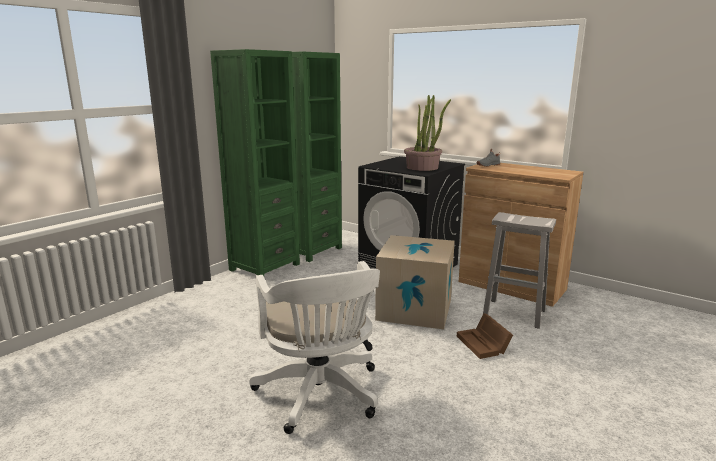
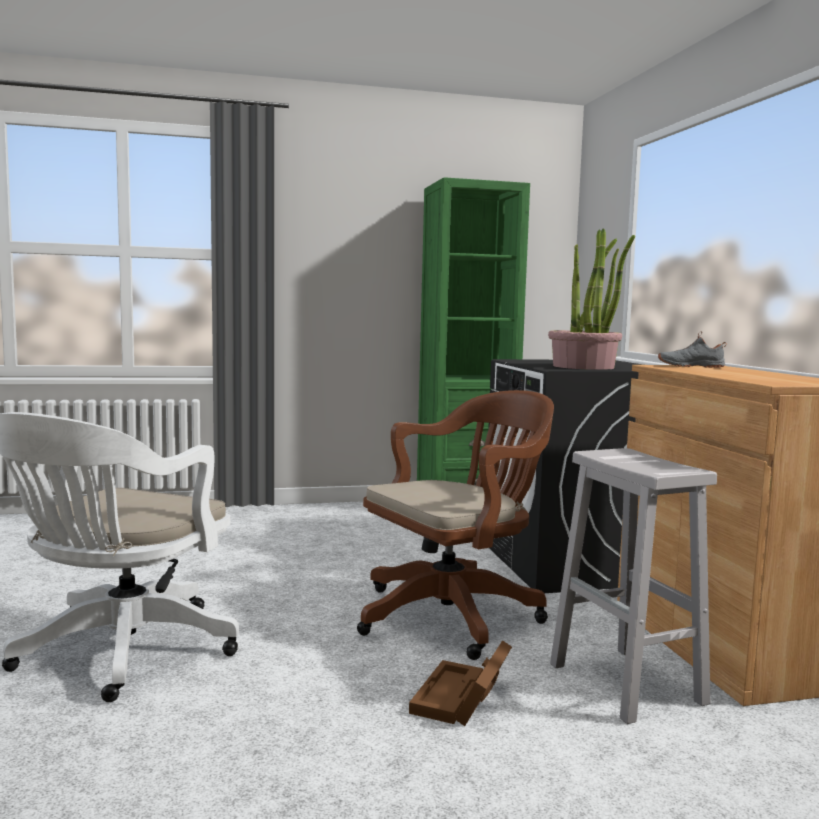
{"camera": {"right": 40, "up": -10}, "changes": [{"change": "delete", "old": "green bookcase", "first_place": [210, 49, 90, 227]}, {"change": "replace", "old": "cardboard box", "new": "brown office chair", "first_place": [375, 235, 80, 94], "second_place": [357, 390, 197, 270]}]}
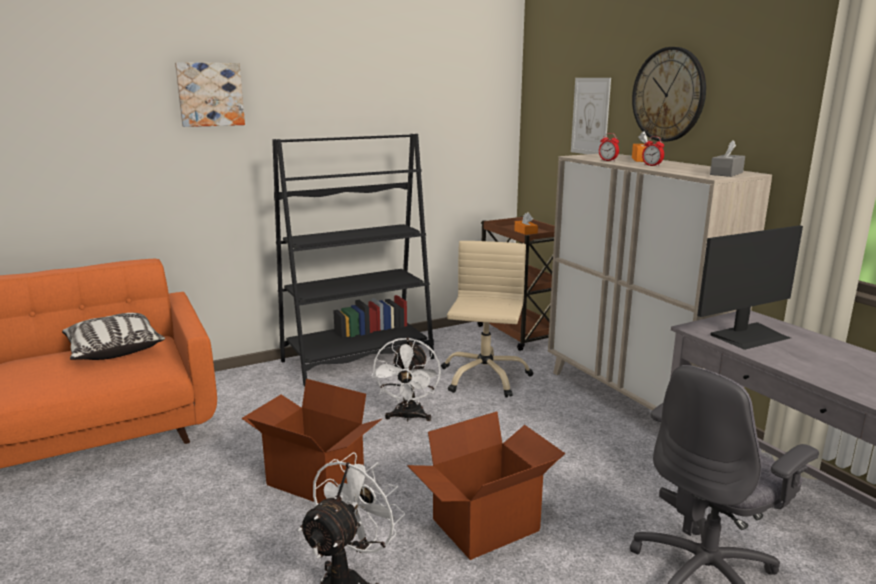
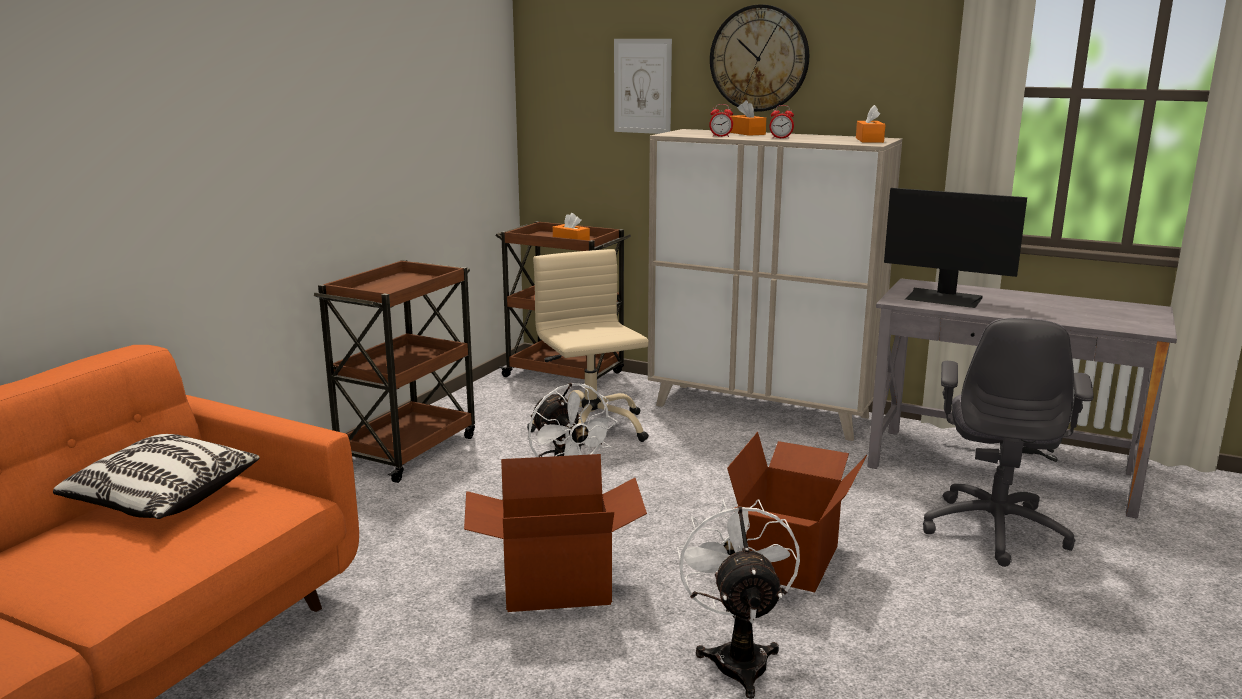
{"camera": {"right": -35, "up": 0}, "changes": [{"change": "delete", "old": "picture", "first_place": [175, 62, 70, 65]}, {"change": "replace", "old": "black bookcase", "new": "brown cart", "first_place": [272, 134, 162, 252], "second_place": [314, 260, 161, 223]}, {"change": "recolor", "old": "grey tissue box", "new": "orange tissue box", "first_place": [710, 140, 35, 37], "second_place": [856, 105, 29, 38]}, {"change": "rotate", "old": "monitor", "first_place": [697, 225, 106, 125], "second_place": [884, 188, 143, 120], "degrees": 90}]}
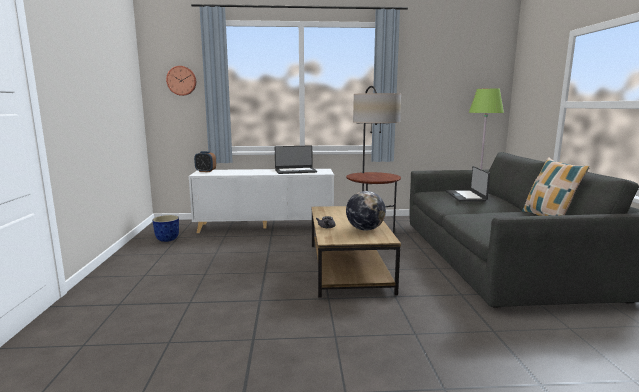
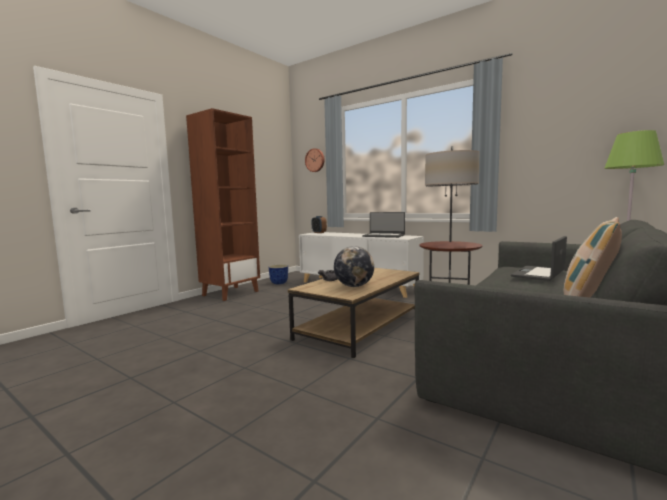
{"camera": {"right": 40, "up": -5}, "changes": [{"change": "insert", "new": "brown bookcase", "second_place": [186, 108, 74, 193]}]}
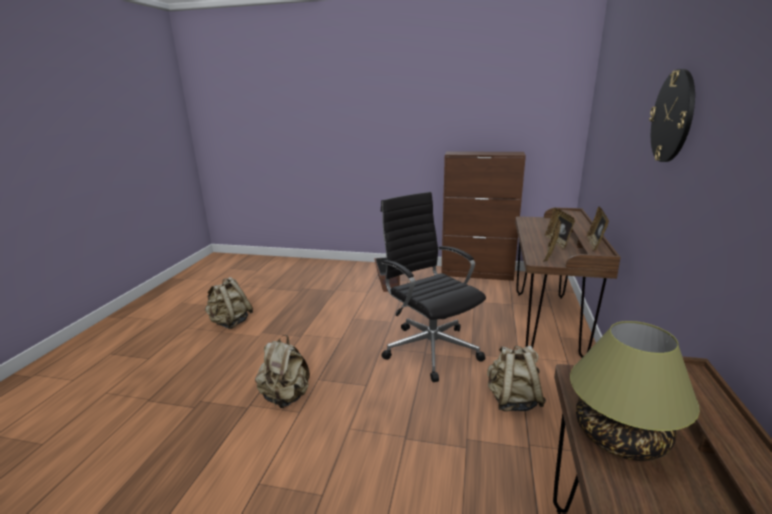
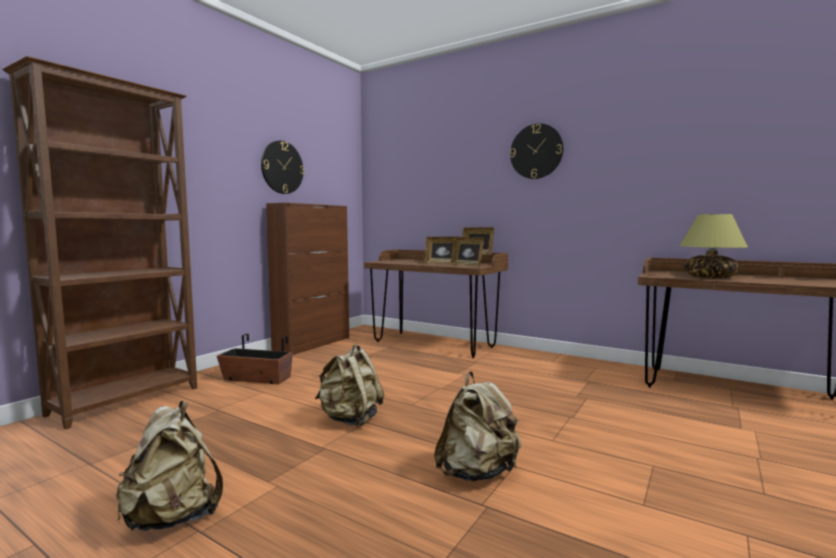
{"camera": {"right": -70, "up": -15}, "changes": [{"change": "delete", "old": "black office chair", "first_place": [381, 192, 105, 190]}, {"change": "insert", "new": "brown bookcase", "second_place": [2, 56, 195, 373]}, {"change": "insert", "new": "wall clock", "second_place": [261, 141, 43, 53]}, {"change": "move", "old": "beige backpack", "first_place": [487, 346, 59, 66], "second_place": [315, 344, 69, 83]}]}
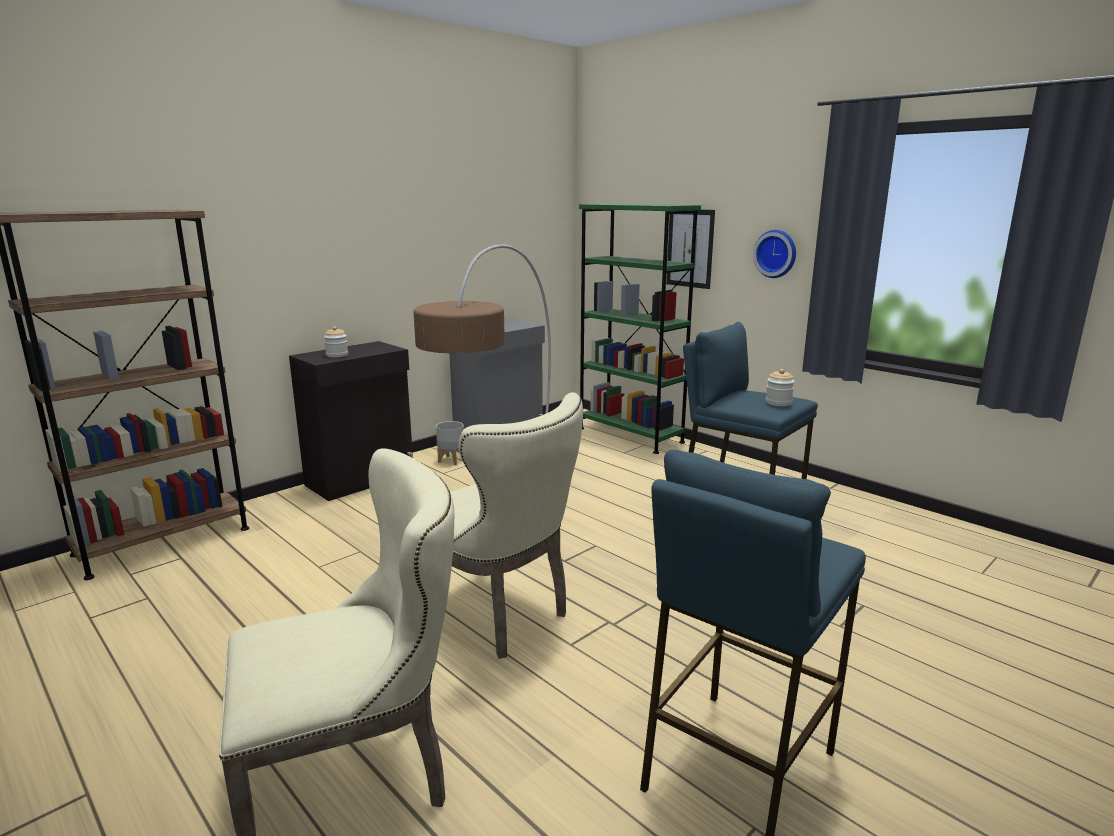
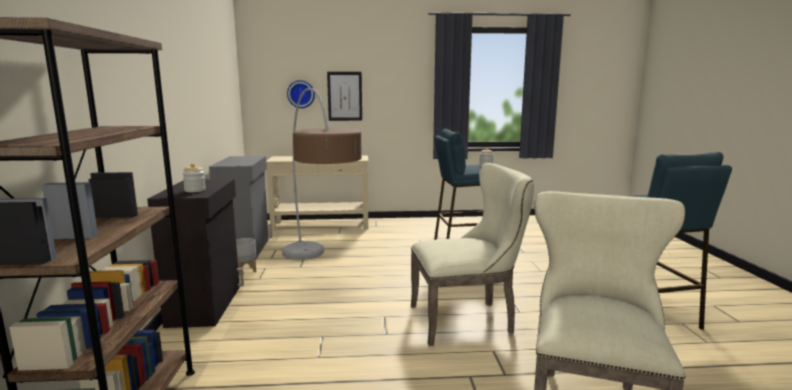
{"camera": {"right": -50, "up": -5}, "changes": [{"change": "move", "old": "wall clock", "first_place": [753, 230, 43, 48], "second_place": [287, 80, 28, 28]}, {"change": "replace", "old": "green bookcase", "new": "beige console table", "first_place": [579, 204, 122, 250], "second_place": [266, 155, 102, 76]}]}
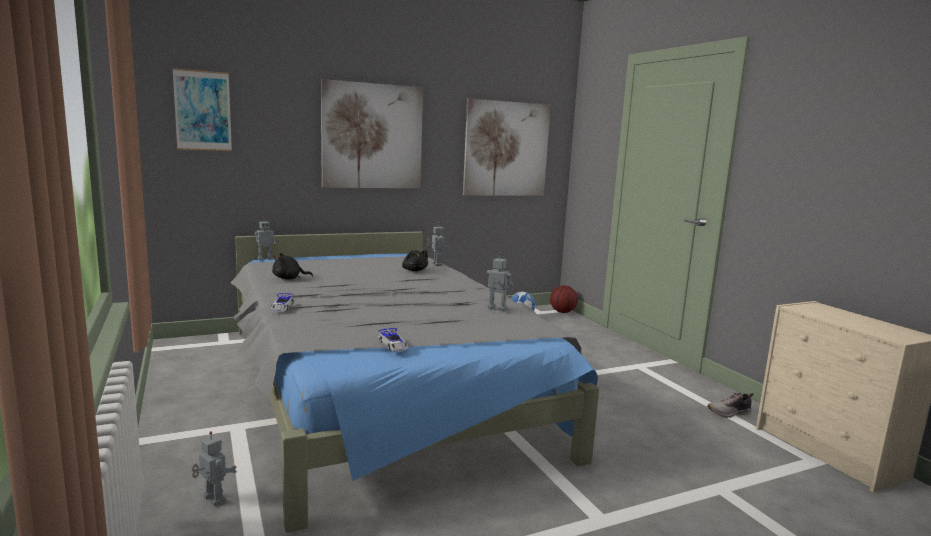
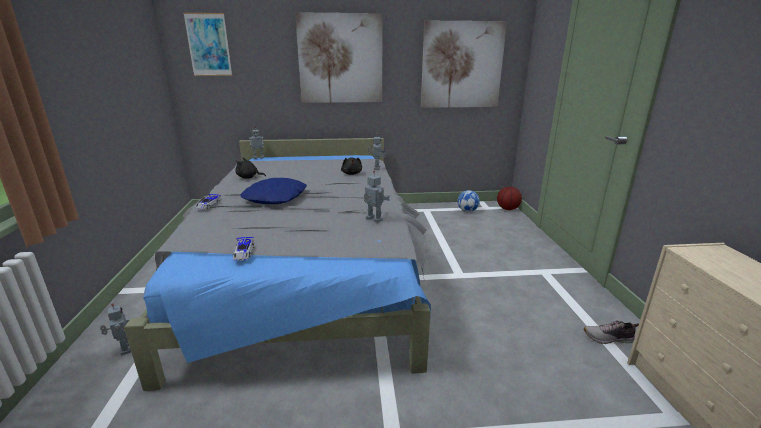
{"camera": {"right": 20, "up": 10}, "changes": [{"change": "insert", "new": "blue pillow", "second_place": [241, 178, 66, 26]}]}
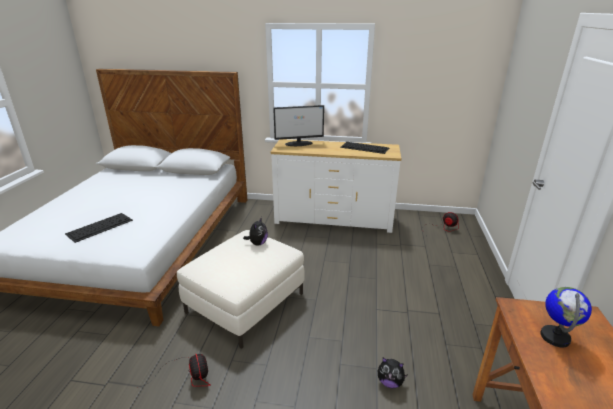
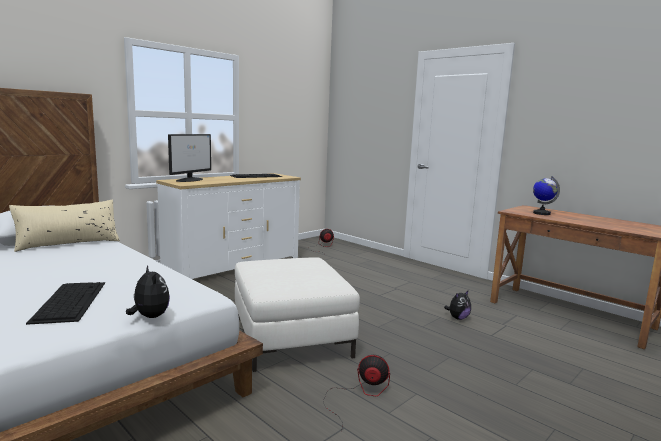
{"camera": {"right": -55, "up": -15}, "changes": [{"change": "insert", "new": "beige pillow", "second_place": [9, 200, 111, 52]}, {"change": "move", "old": "plush toy", "first_place": [243, 217, 25, 29], "second_place": [126, 265, 44, 53]}]}
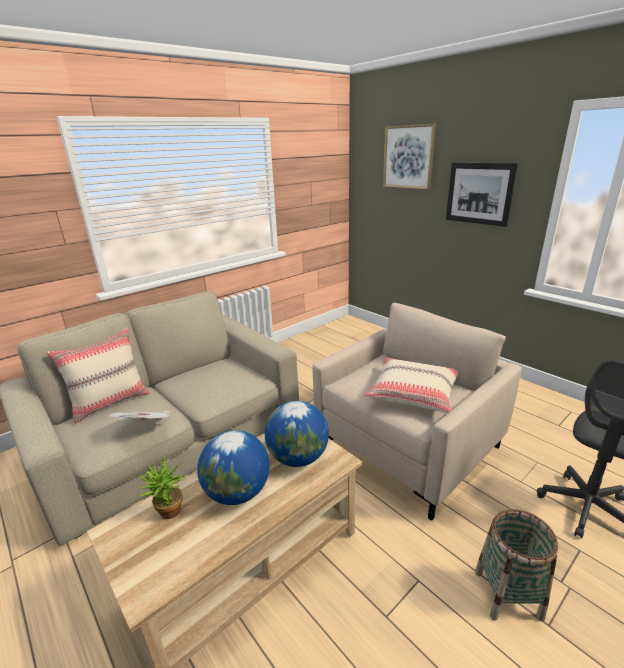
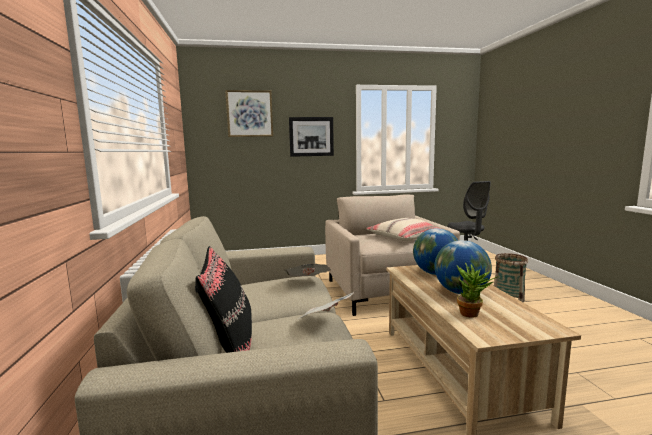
{"camera": {"right": -60, "up": -15}, "changes": [{"change": "insert", "new": "newspaper", "second_place": [284, 264, 47, 12]}, {"change": "recolor", "old": "beige pillow", "new": "black pillow", "first_place": [47, 328, 103, 96], "second_place": [195, 246, 57, 107]}]}
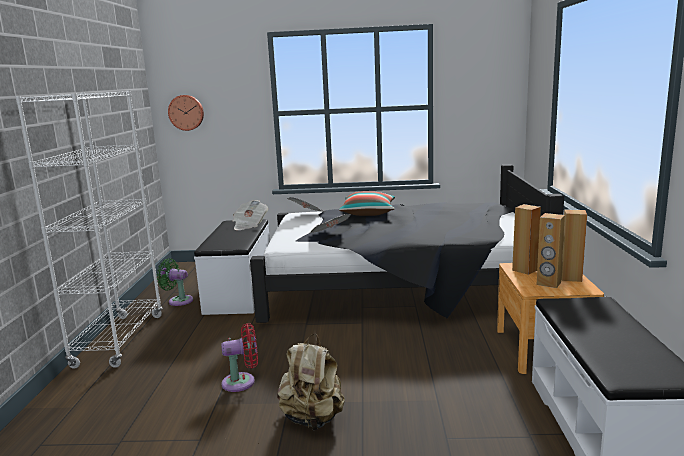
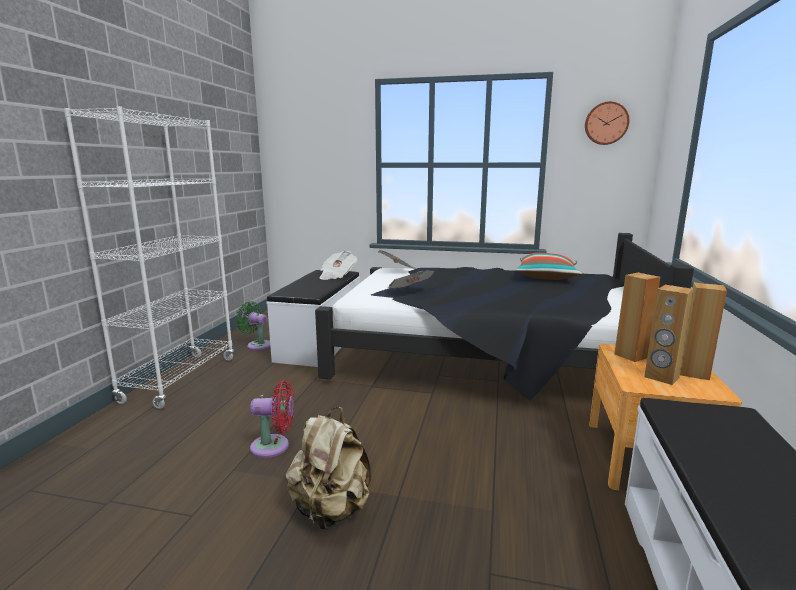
{"camera": {"right": 10, "up": 0}, "changes": [{"change": "move", "old": "wall clock", "first_place": [168, 95, 36, 36], "second_place": [585, 101, 44, 44]}, {"change": "move", "old": "pillow", "first_place": [339, 191, 56, 25], "second_place": [516, 253, 66, 27]}]}
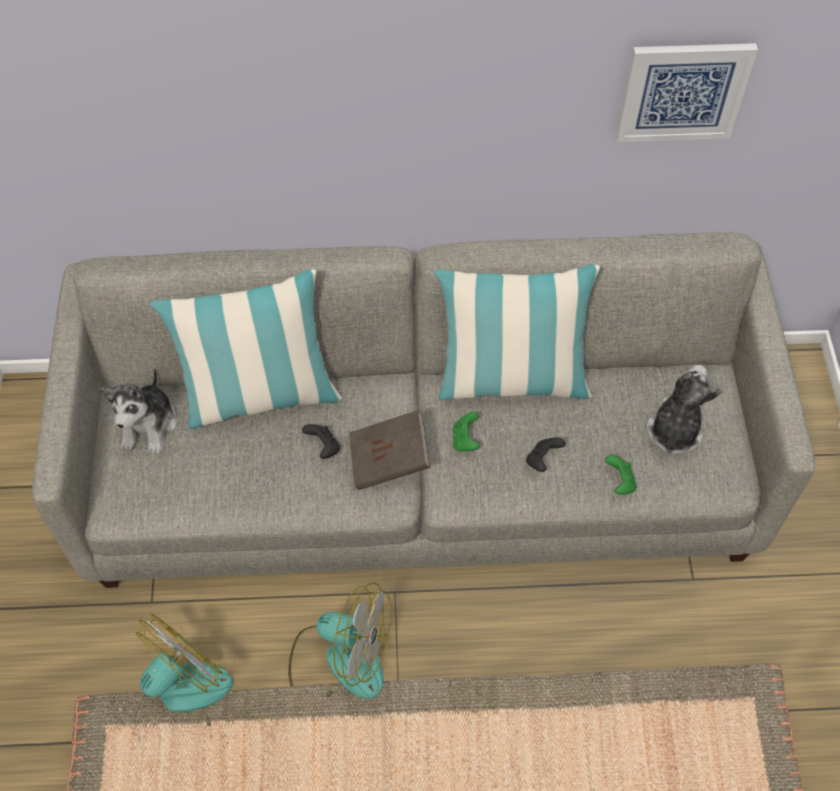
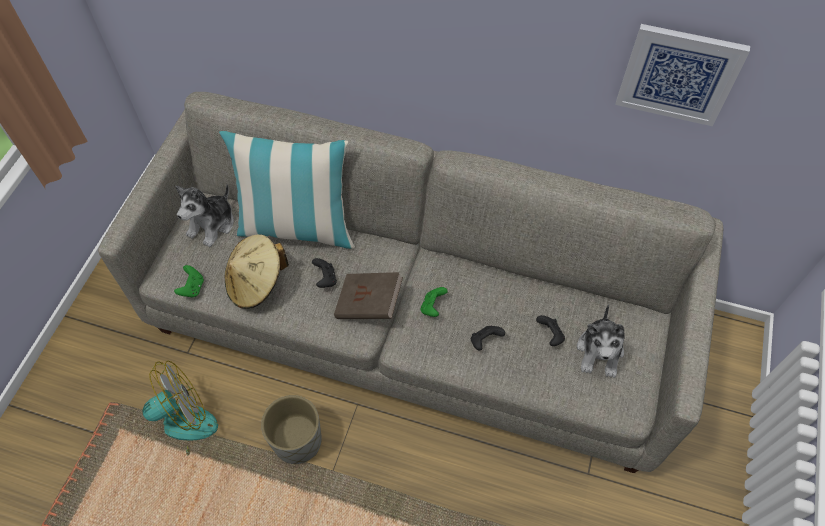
{"camera": {"right": 20, "up": 0}, "changes": [{"change": "delete", "old": "pillow", "first_place": [434, 265, 166, 135]}, {"change": "insert", "new": "beige hat", "second_place": [225, 234, 64, 75]}, {"change": "insert", "new": "black game controller", "second_place": [536, 315, 29, 31]}, {"change": "move", "old": "green game controller", "first_place": [605, 455, 32, 40], "second_place": [174, 265, 30, 32]}, {"change": "replace", "old": "fan", "new": "grey planter", "first_place": [288, 582, 104, 117], "second_place": [261, 395, 61, 69]}, {"change": "rotate", "old": "plush toy", "first_place": [647, 365, 75, 91], "second_place": [577, 304, 47, 74], "degrees": 150}]}
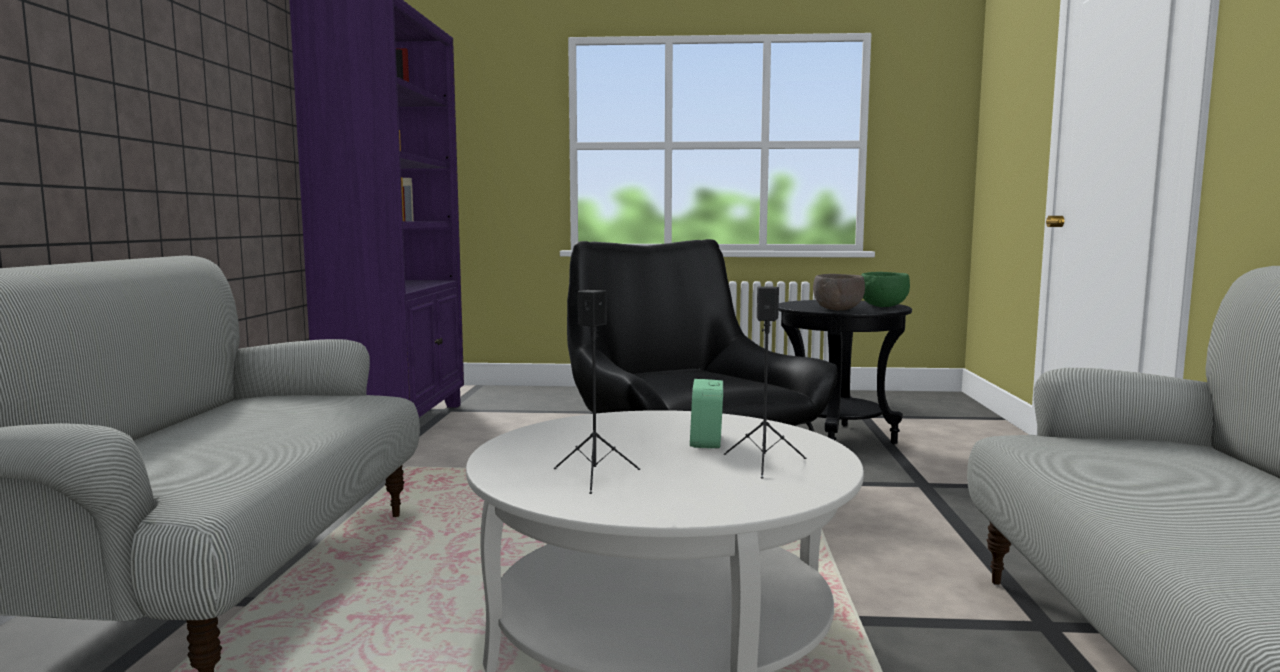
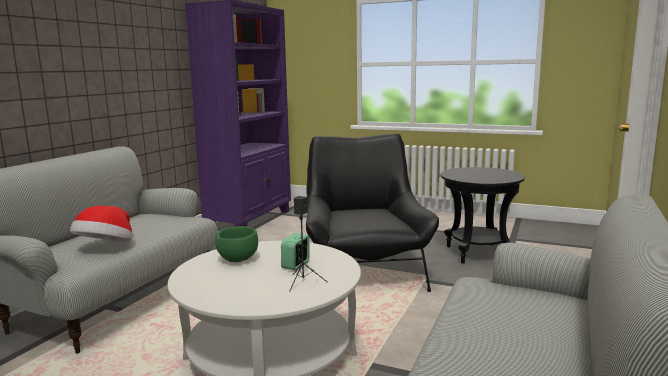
{"camera": {"right": 20, "up": 5}, "changes": [{"change": "delete", "old": "black speaker", "first_place": [554, 290, 86, 204]}, {"change": "delete", "old": "brown bowl", "first_place": [813, 274, 52, 37]}, {"change": "insert", "new": "hat", "second_place": [70, 206, 62, 35]}, {"change": "move", "old": "green bowl", "first_place": [861, 272, 49, 35], "second_place": [215, 226, 43, 36]}]}
